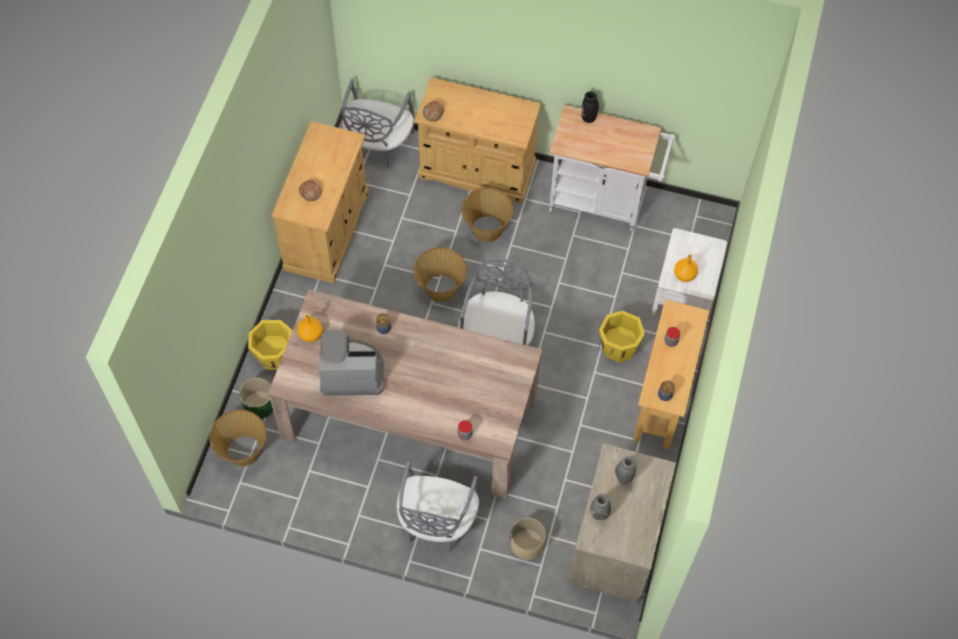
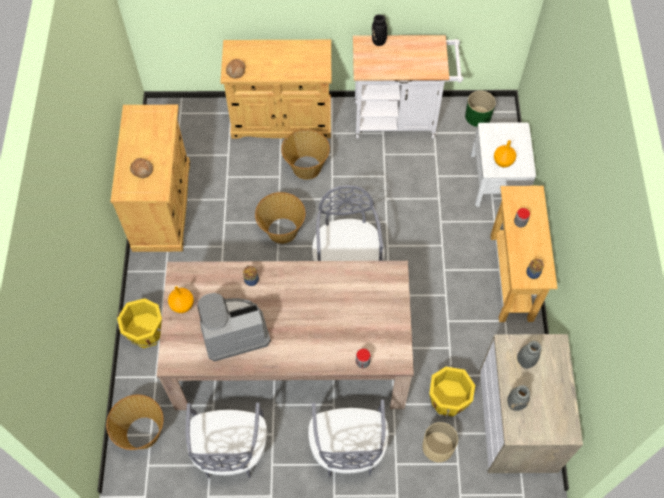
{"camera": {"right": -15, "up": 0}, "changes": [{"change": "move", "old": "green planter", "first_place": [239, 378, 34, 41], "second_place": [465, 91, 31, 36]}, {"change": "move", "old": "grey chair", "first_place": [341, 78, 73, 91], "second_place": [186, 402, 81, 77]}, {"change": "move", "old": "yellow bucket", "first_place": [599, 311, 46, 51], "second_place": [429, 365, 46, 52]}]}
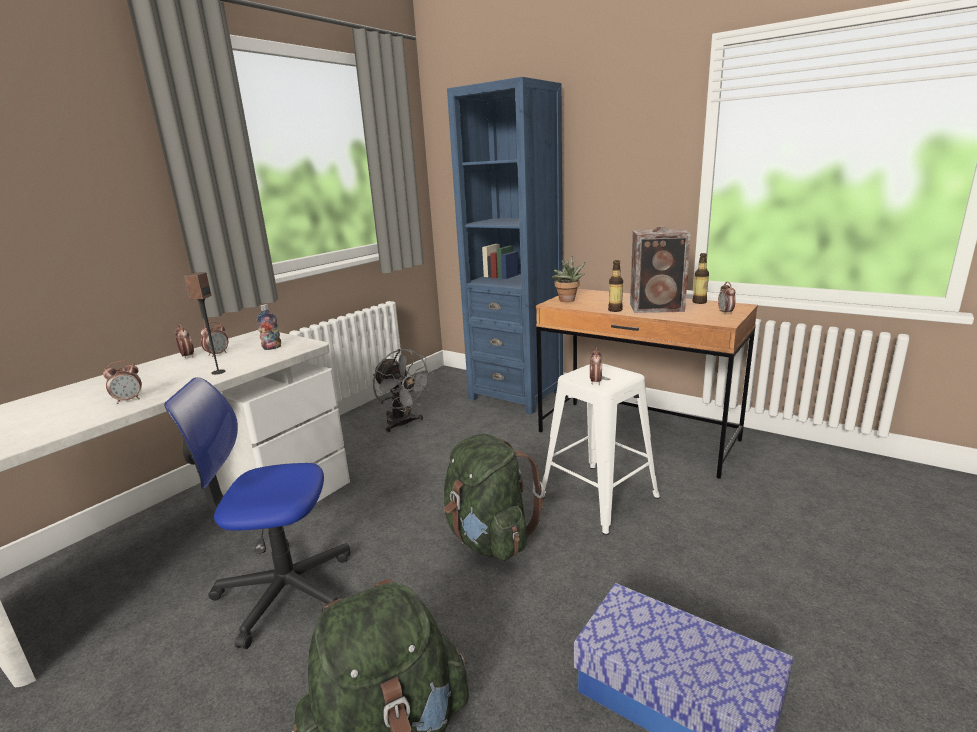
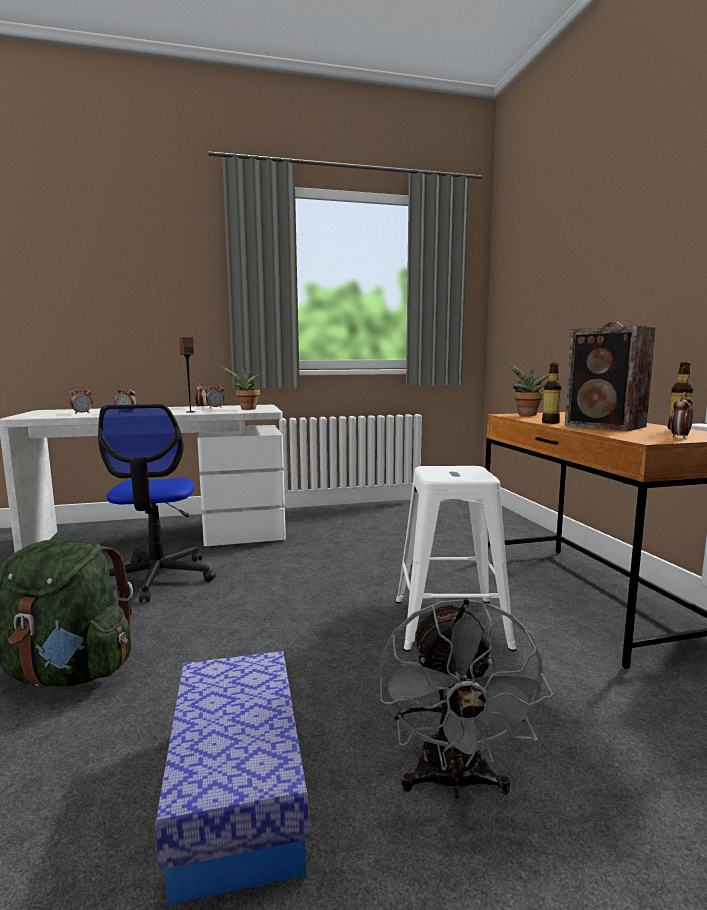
{"camera": {"right": 40, "up": -10}, "changes": [{"change": "delete", "old": "green backpack", "first_place": [444, 434, 100, 127]}, {"change": "delete", "old": "blue bookcase", "first_place": [447, 77, 116, 338]}, {"change": "move", "old": "grey fan", "first_place": [373, 349, 61, 83], "second_place": [379, 598, 175, 201]}, {"change": "move", "old": "alarm clock", "first_place": [590, 347, 12, 38], "second_place": [70, 385, 23, 29]}, {"change": "replace", "old": "bottle", "new": "potted plant", "first_place": [257, 304, 24, 46], "second_place": [220, 366, 41, 44]}, {"change": "rotate", "old": "office chair", "first_place": [164, 377, 186, 272], "second_place": [98, 404, 118, 198], "degrees": -135}]}
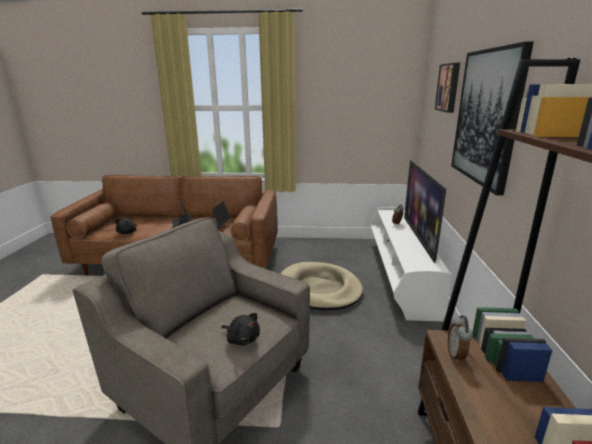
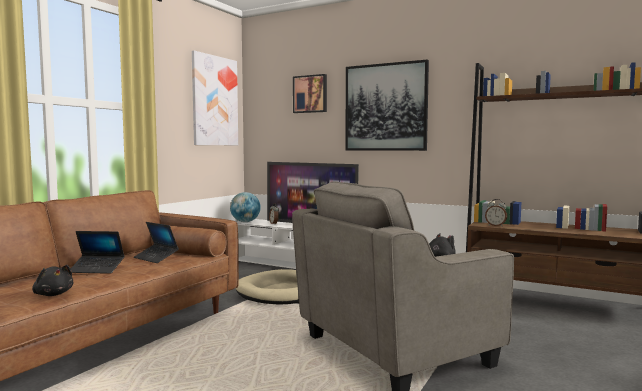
{"camera": {"right": -65, "up": -15}, "changes": [{"change": "insert", "new": "picture", "second_place": [192, 50, 46, 95]}, {"change": "insert", "new": "globe", "second_place": [230, 192, 31, 30]}]}
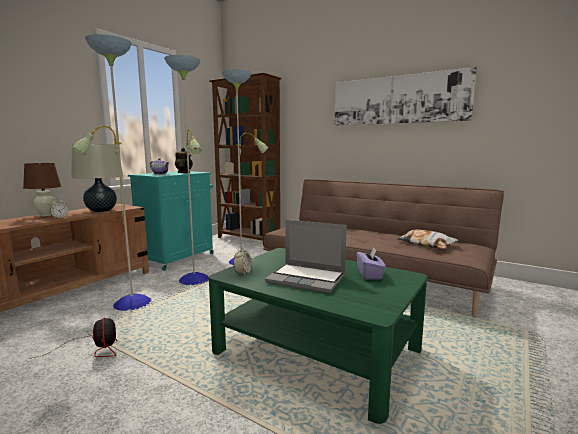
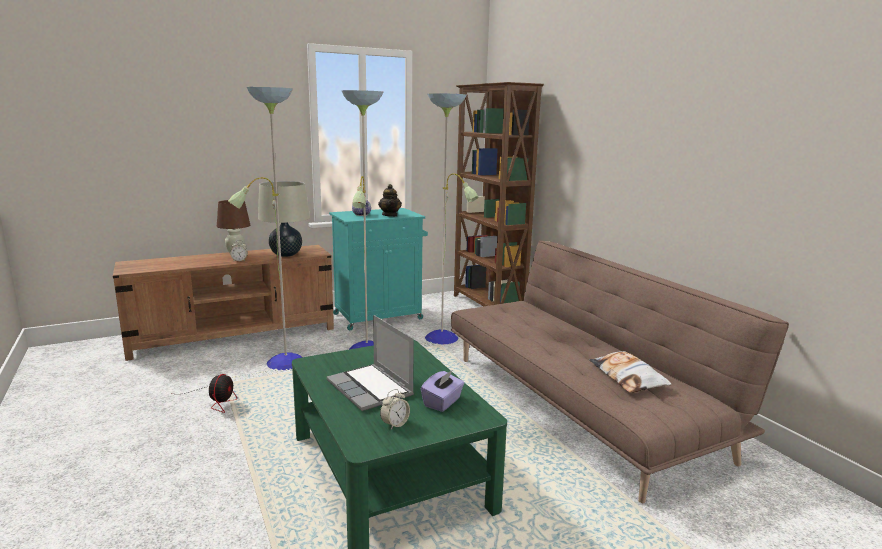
{"camera": {"right": 30, "up": 5}, "changes": [{"change": "delete", "old": "picture", "first_place": [334, 67, 143, 59]}, {"change": "move", "old": "alarm clock", "first_place": [234, 246, 18, 29], "second_place": [380, 389, 30, 41]}]}
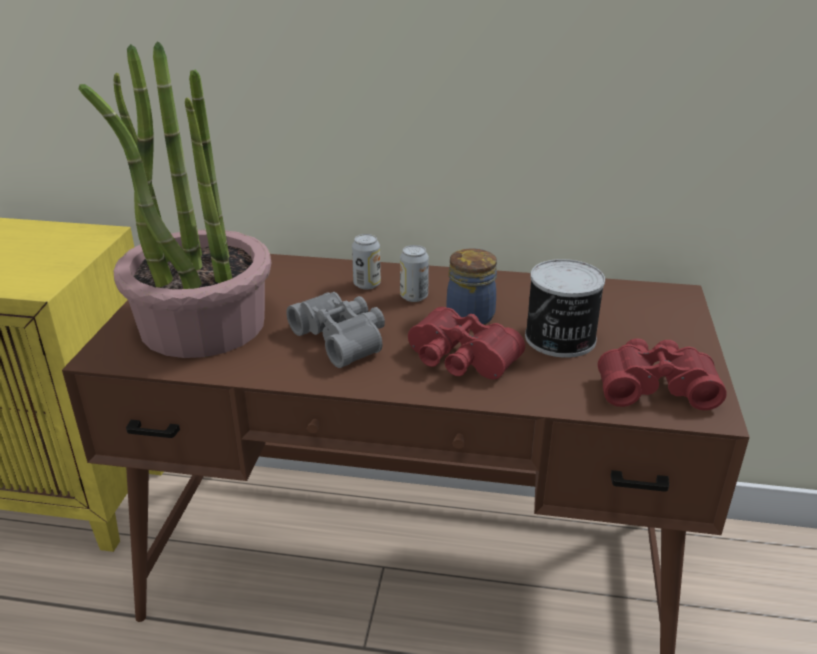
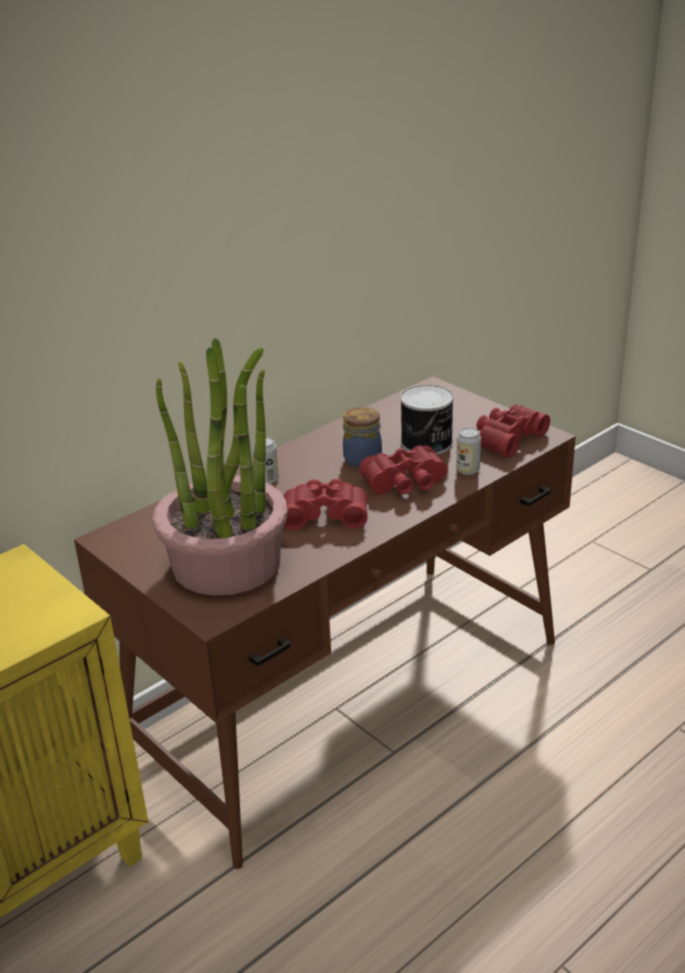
{"camera": {"right": -50, "up": 0}, "changes": [{"change": "move", "old": "can", "first_place": [400, 245, 29, 57], "second_place": [456, 428, 25, 47]}, {"change": "recolor", "old": "grey binoculars", "new": "red binoculars", "first_place": [286, 292, 99, 76], "second_place": [283, 479, 84, 51]}]}
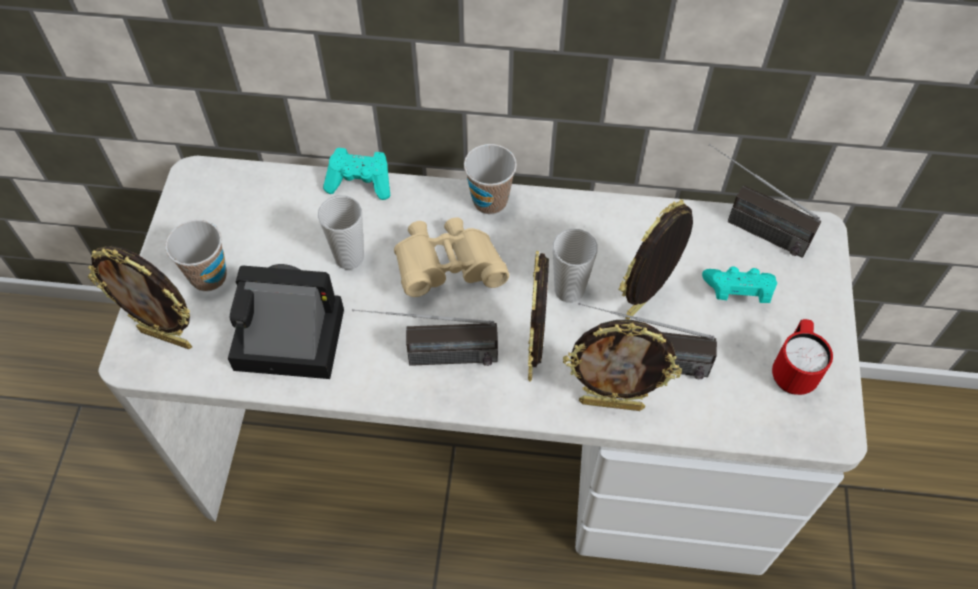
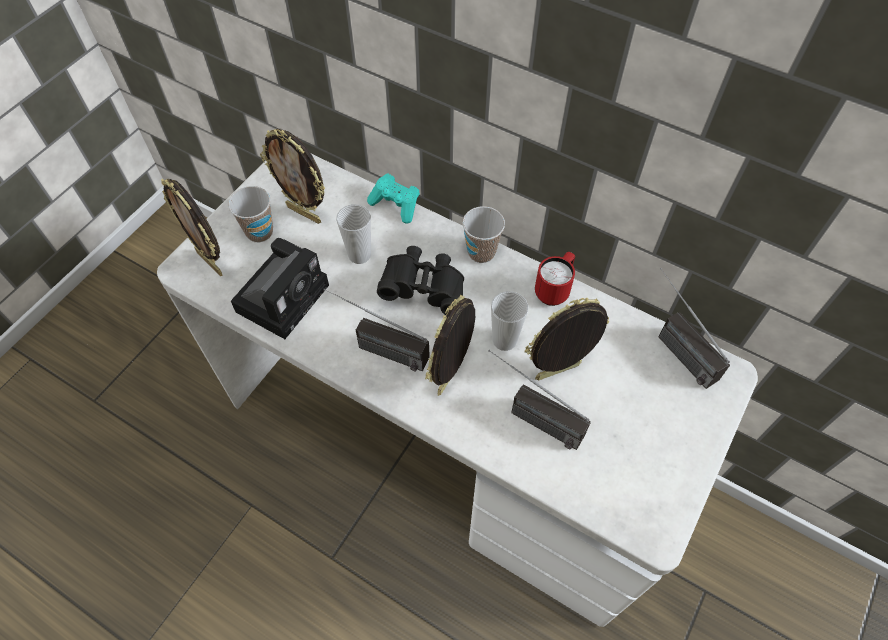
{"camera": {"right": 25, "up": 0}, "changes": [{"change": "delete", "old": "turquoise game controller", "first_place": [702, 267, 75, 36]}, {"change": "move", "old": "picture frame", "first_place": [563, 320, 119, 91], "second_place": [260, 129, 65, 95]}, {"change": "move", "old": "red mug", "first_place": [772, 319, 61, 76], "second_place": [535, 252, 40, 54]}, {"change": "recolor", "old": "beige binoculars", "new": "black binoculars", "first_place": [394, 217, 115, 80], "second_place": [377, 246, 87, 69]}, {"change": "rotate", "old": "photo camera", "first_place": [228, 264, 116, 115], "second_place": [231, 238, 98, 101], "degrees": 90}]}
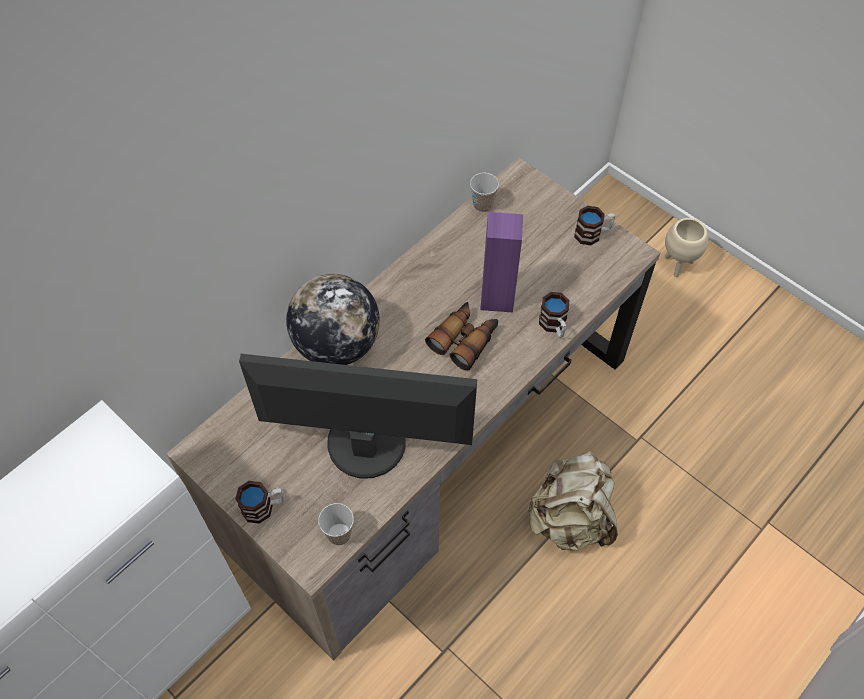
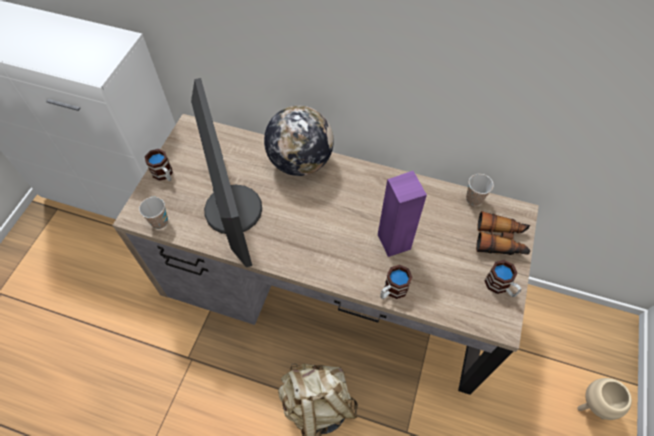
{"camera": {"right": 65, "up": 0}, "changes": [{"change": "move", "old": "binoculars", "first_place": [425, 302, 73, 69], "second_place": [476, 211, 54, 44]}]}
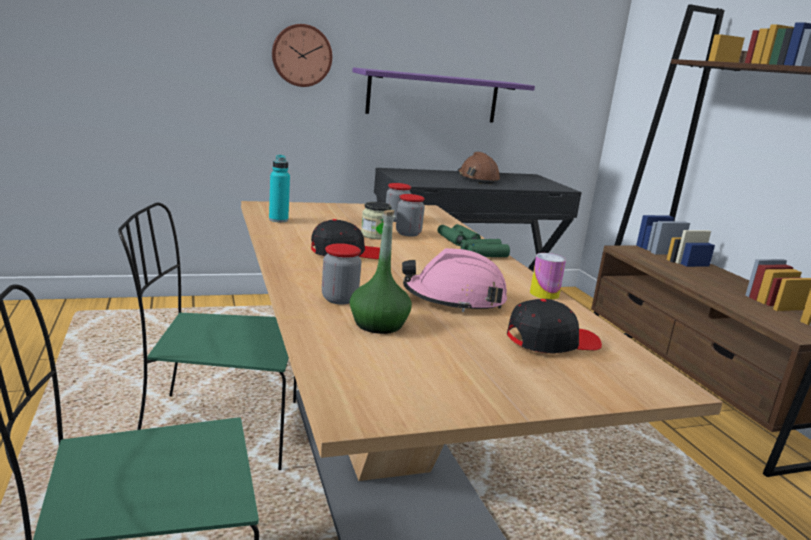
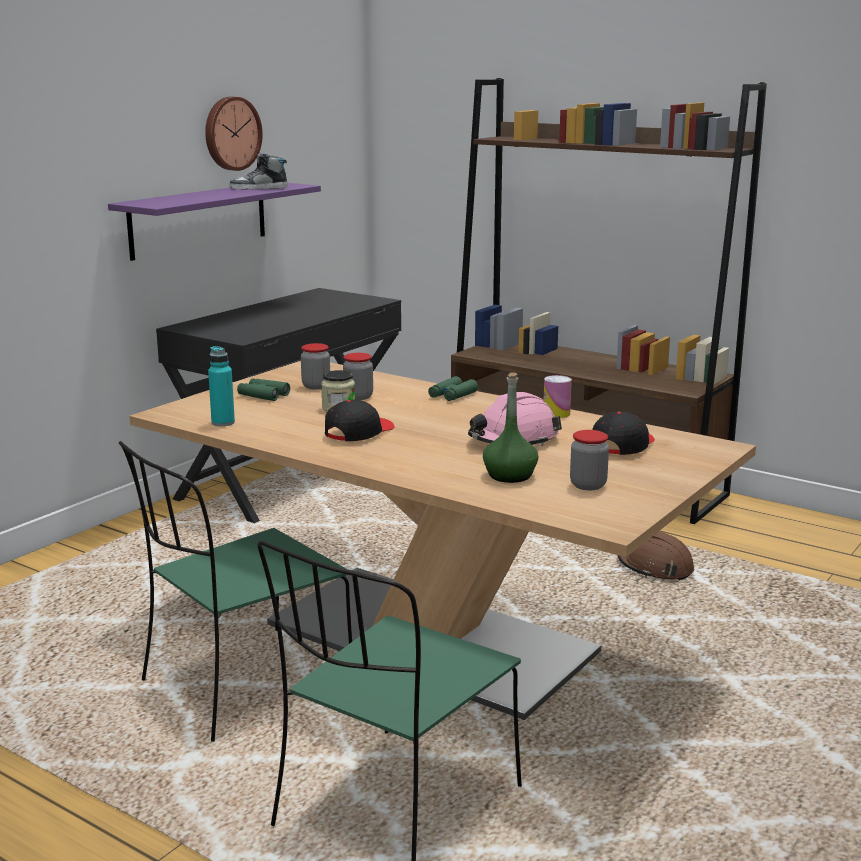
{"camera": {"right": -35, "up": 0}, "changes": [{"change": "insert", "new": "shoe", "second_place": [230, 153, 57, 37]}, {"change": "move", "old": "wall clock", "first_place": [272, 24, 60, 63], "second_place": [205, 96, 58, 75]}, {"change": "move", "old": "jar", "first_place": [322, 243, 40, 61], "second_place": [570, 430, 39, 60]}, {"change": "move", "old": "green binoculars", "first_place": [438, 224, 43, 22], "second_place": [237, 378, 53, 23]}, {"change": "move", "old": "brown hard hat", "first_place": [457, 152, 43, 32], "second_place": [618, 532, 76, 48]}]}
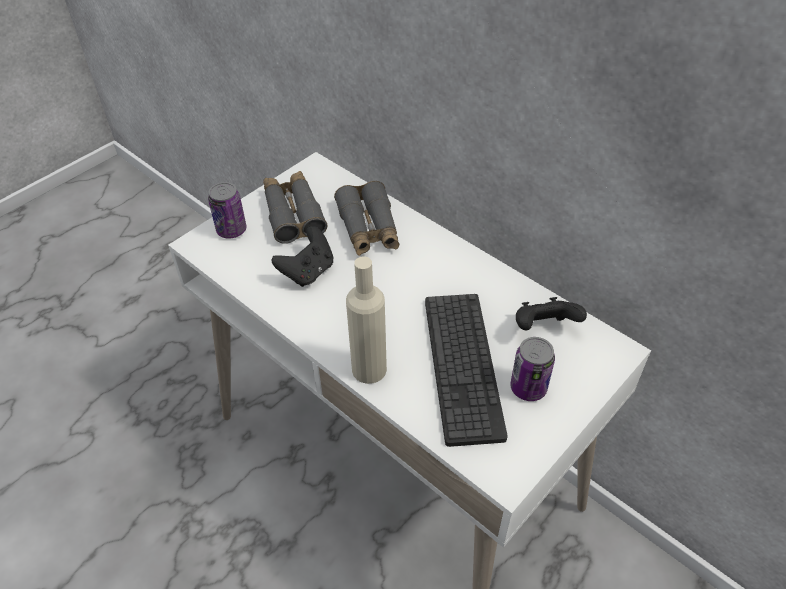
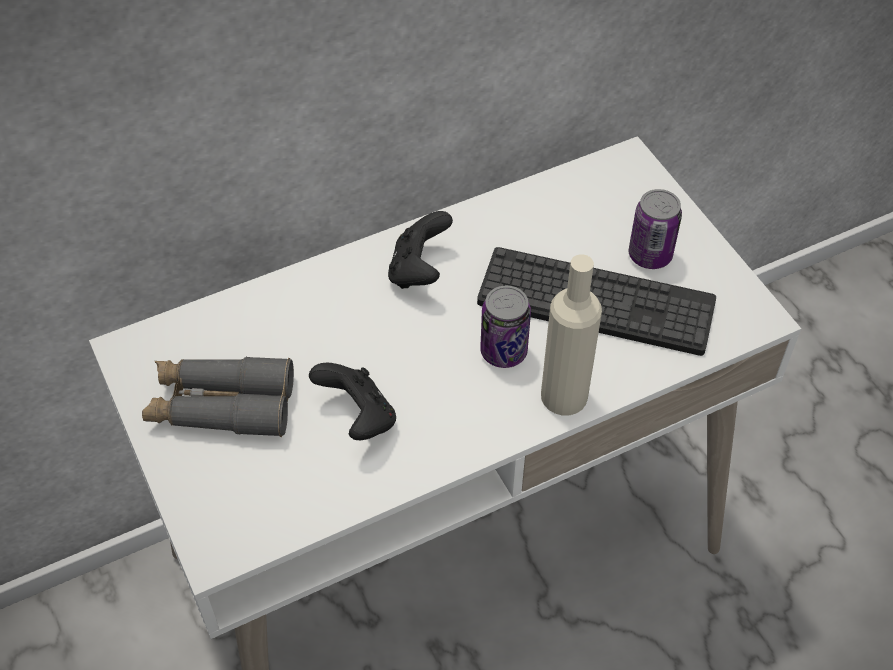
{"camera": {"right": -70, "up": 5}, "changes": [{"change": "delete", "old": "grey binoculars", "first_place": [334, 181, 65, 75]}, {"change": "move", "old": "can", "first_place": [208, 182, 39, 56], "second_place": [480, 286, 51, 82]}, {"change": "move", "old": "black game controller", "first_place": [516, 297, 71, 33], "second_place": [388, 211, 65, 78]}]}
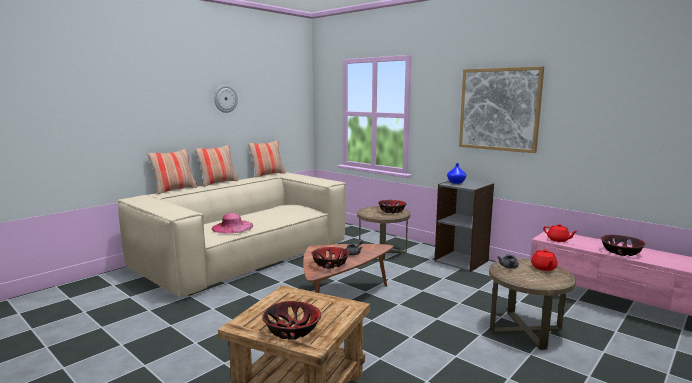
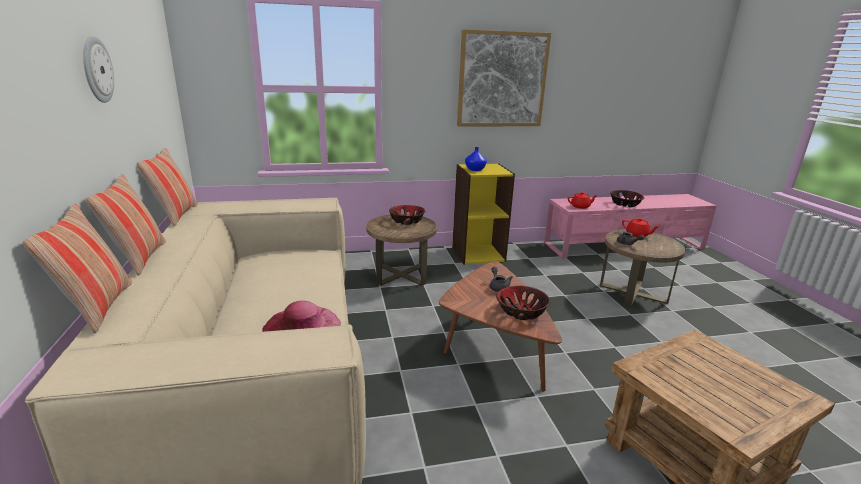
{"camera": {"right": -55, "up": 10}, "changes": [{"change": "delete", "old": "bowl", "first_place": [262, 301, 59, 39]}, {"change": "recolor", "old": "grey bookcase", "new": "yellow bookcase", "first_place": [435, 180, 59, 92], "second_place": [452, 163, 63, 102]}]}
